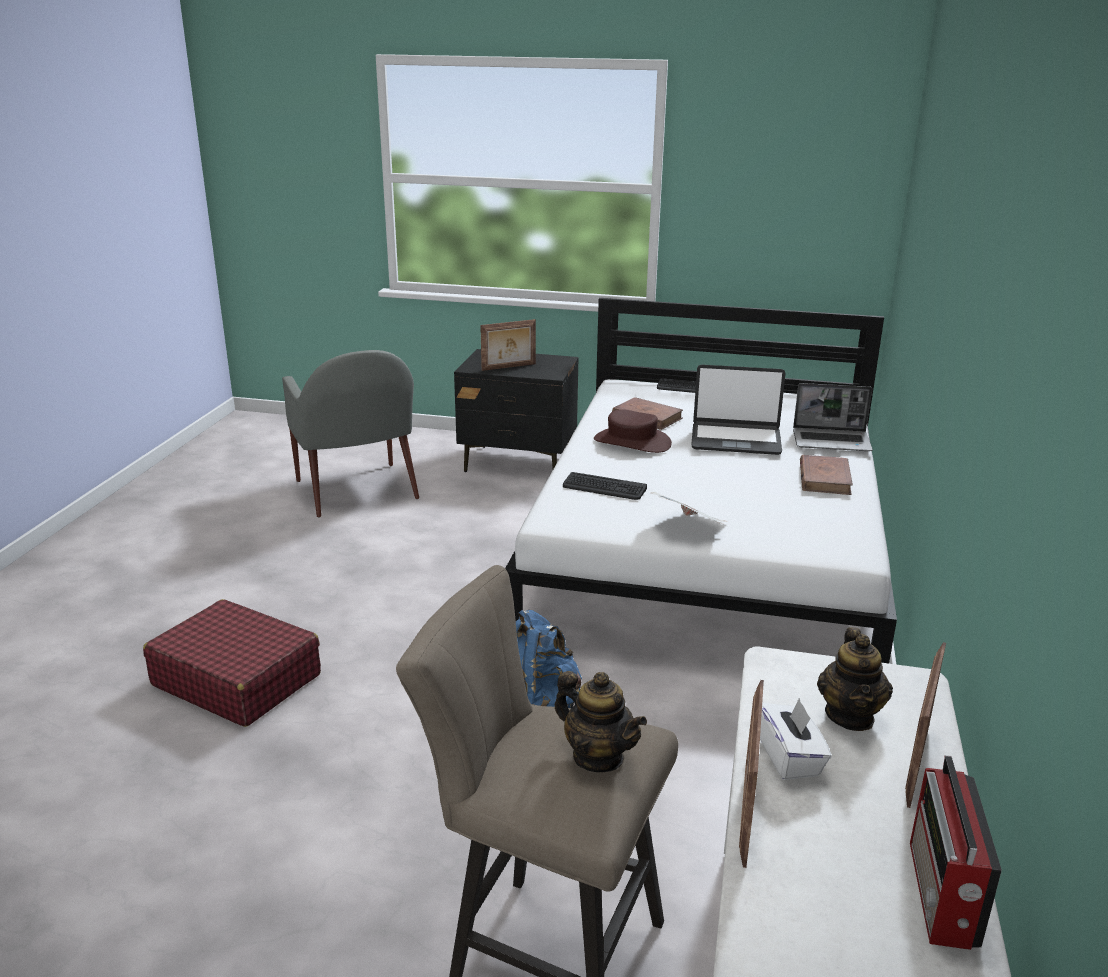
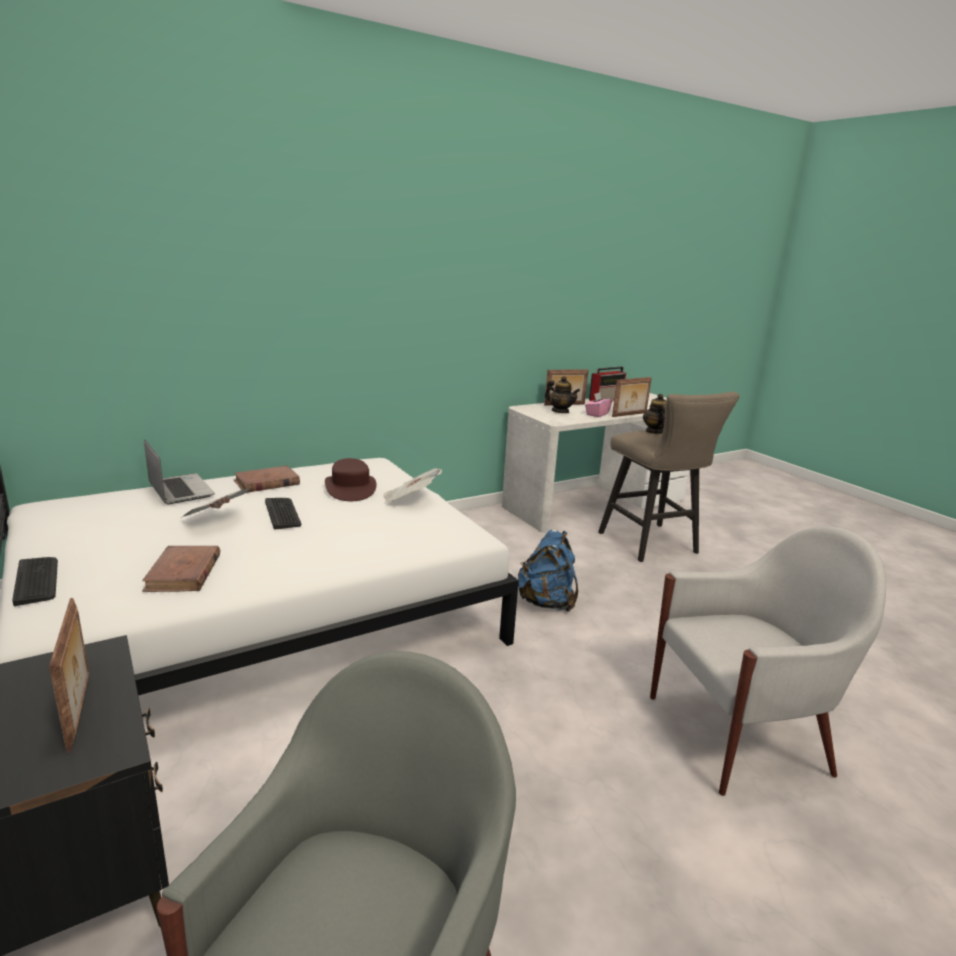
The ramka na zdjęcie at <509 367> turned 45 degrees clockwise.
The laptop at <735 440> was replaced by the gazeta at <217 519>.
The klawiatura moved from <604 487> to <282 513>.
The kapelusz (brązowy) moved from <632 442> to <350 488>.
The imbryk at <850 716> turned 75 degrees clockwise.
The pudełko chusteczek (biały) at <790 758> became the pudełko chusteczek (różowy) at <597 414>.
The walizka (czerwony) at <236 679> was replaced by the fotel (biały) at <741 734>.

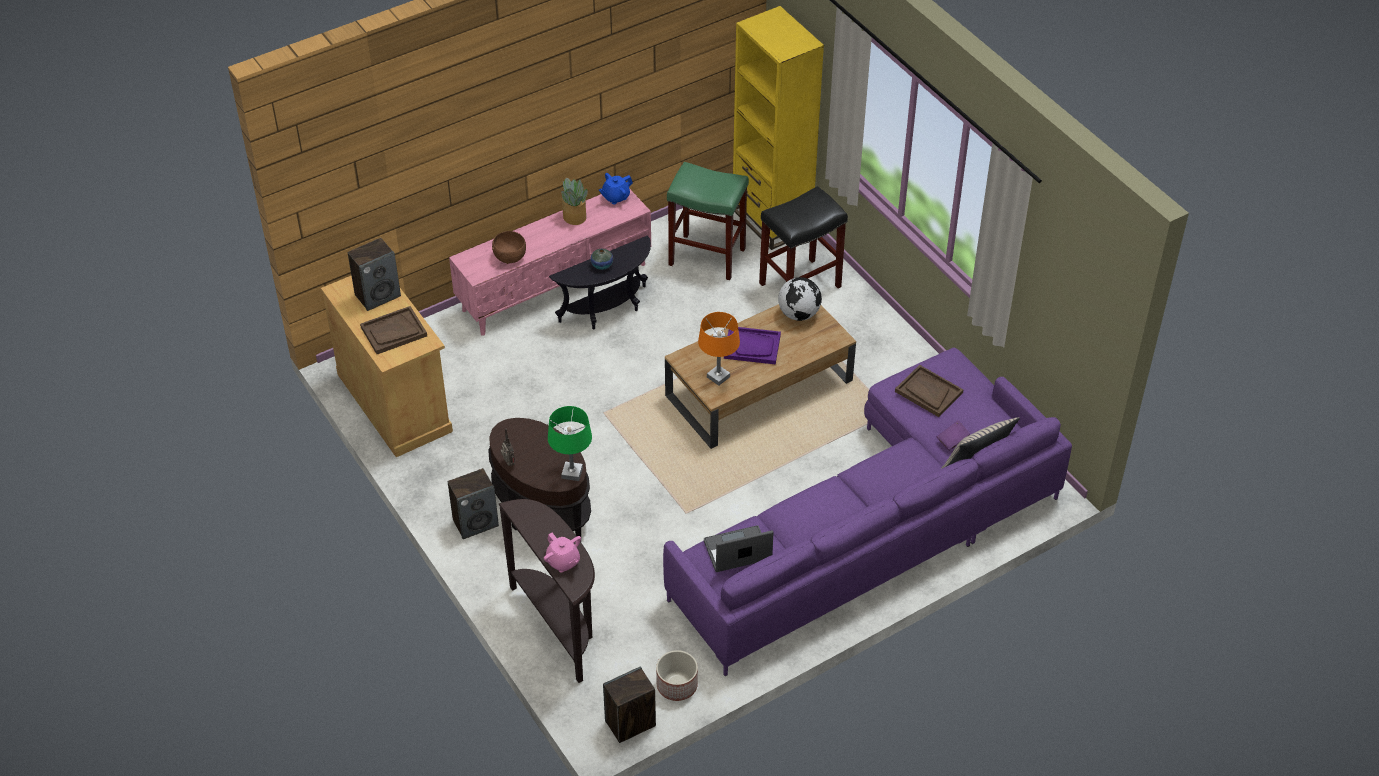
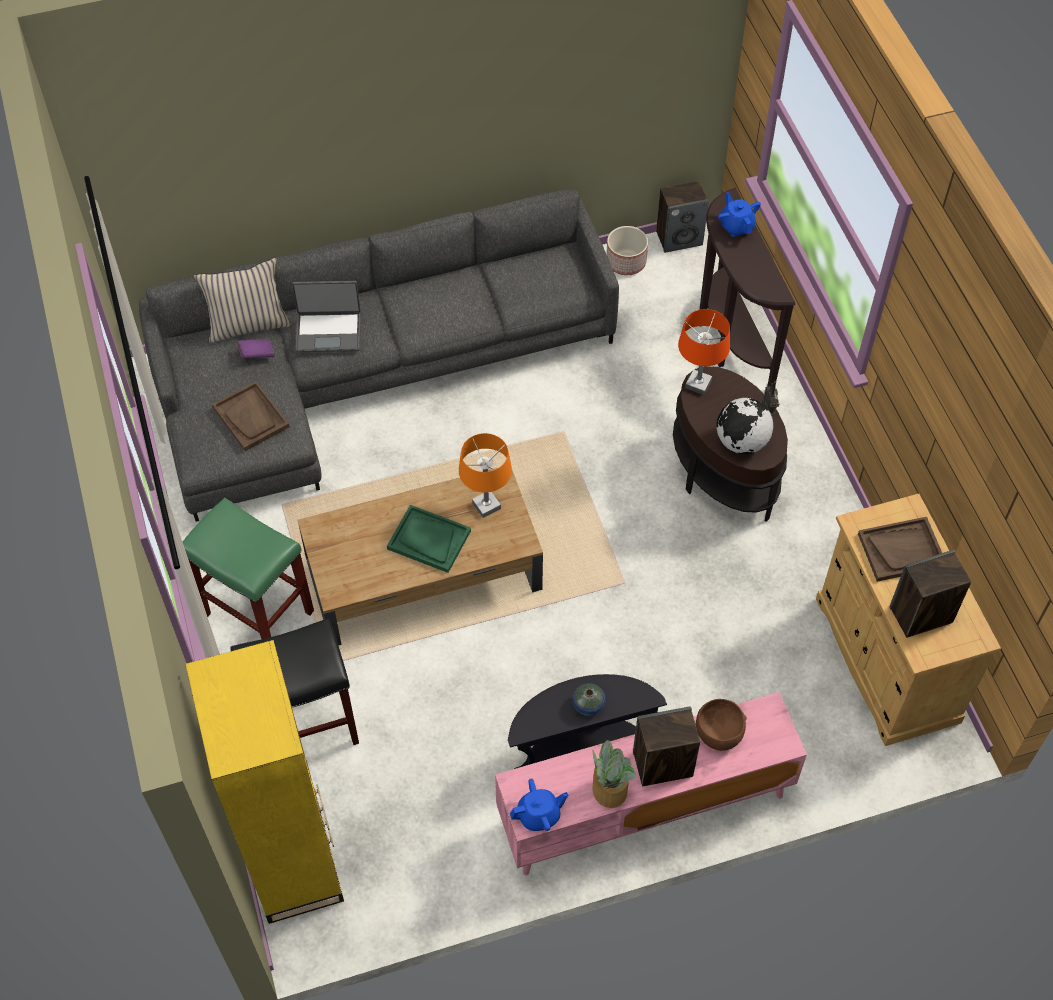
The kanapa (fioletowy) at <875 526> became the kanapa (szary) at <366 373>.
The stołek (zielony) moved from <706 257> to <259 613>.
The laptop moved from <737 552> to <328 332>.
The taca (fioletowy) at <752 346> became the taca (zielony) at <428 540>.
The głośnik moved from <475 522> to <662 765>.
The lampa stołowa (zielony) at <572 473> became the lampa stołowa (pomarańczowy) at <698 384>.
The globus moved from <799 314> to <741 442>.
The imbryk (różowy) at <563 562> became the imbryk (niebieski) at <736 226>.

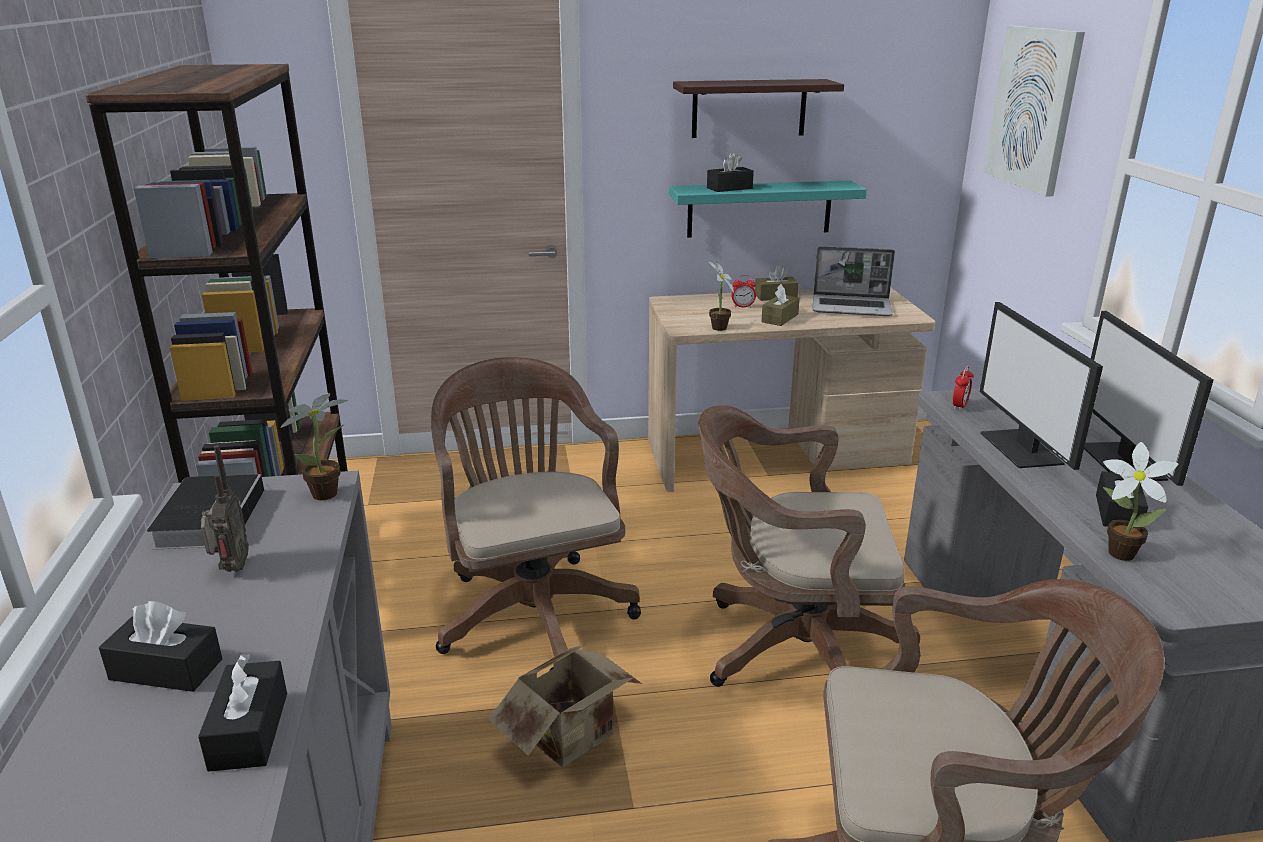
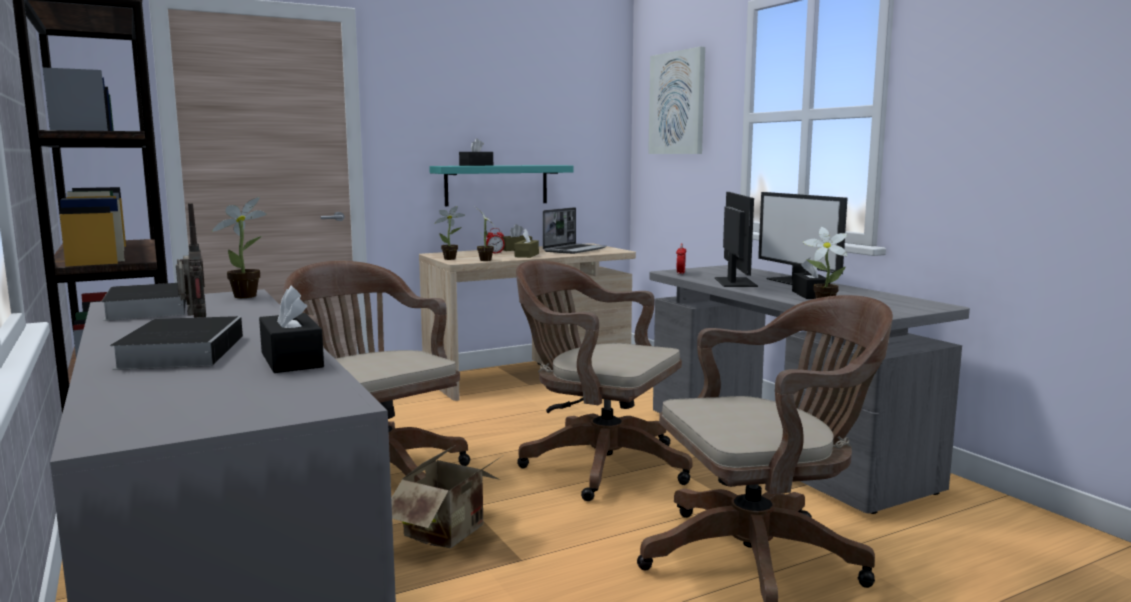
The pudełko chusteczek (czarny) at <166 669> was replaced by the książka at <182 351>.
The roślina doniczkowa at <452 259> appeared.
The krzesło biurowe (brązowy) at <792 650> turned 45 degrees clockwise.
The laptop at <852 307> turned 45 degrees counterclockwise.
The monitor at <1023 448> turned 150 degrees counterclockwise.
The półka at <749 108> disappeared.

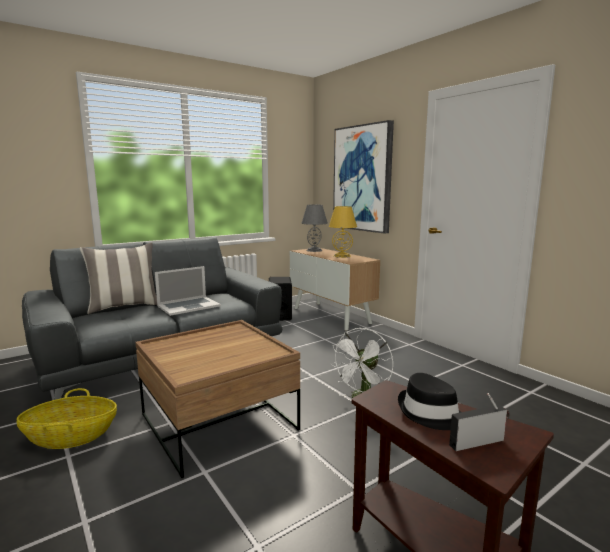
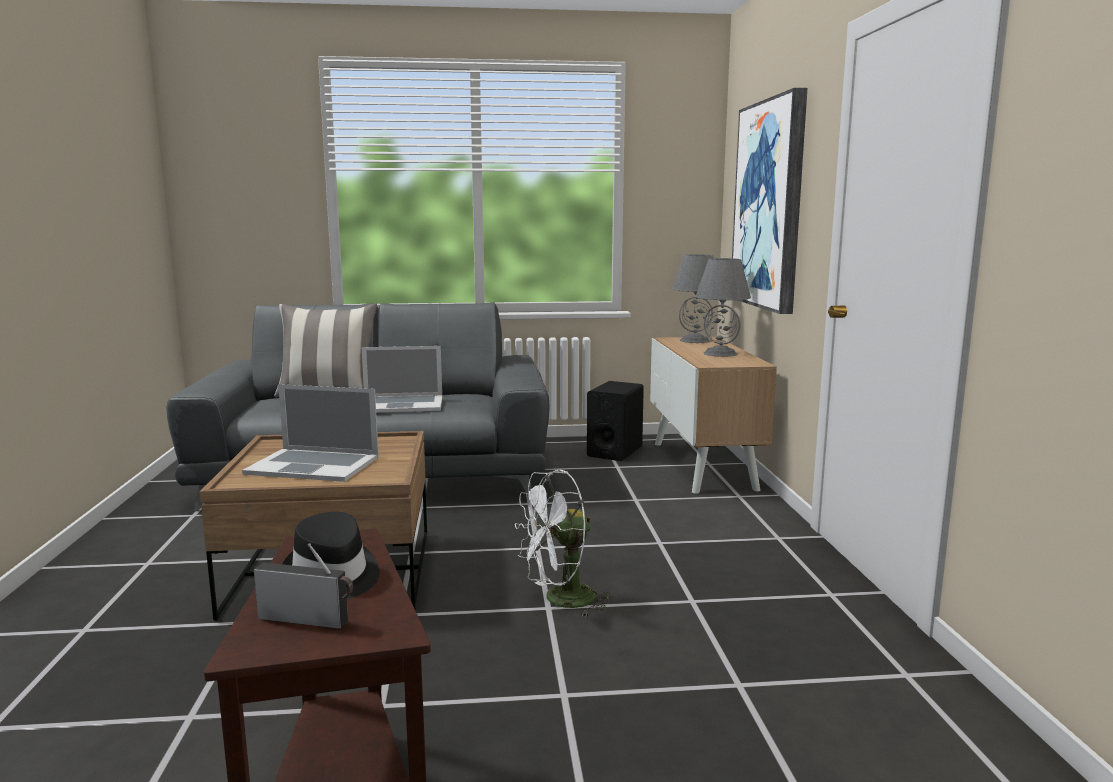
The laptop at <313 465> appeared.
The lampa stołowa (żółty) at <342 256> became the lampa stołowa (szary) at <720 353>.
The koszyk at <71 437> disappeared.

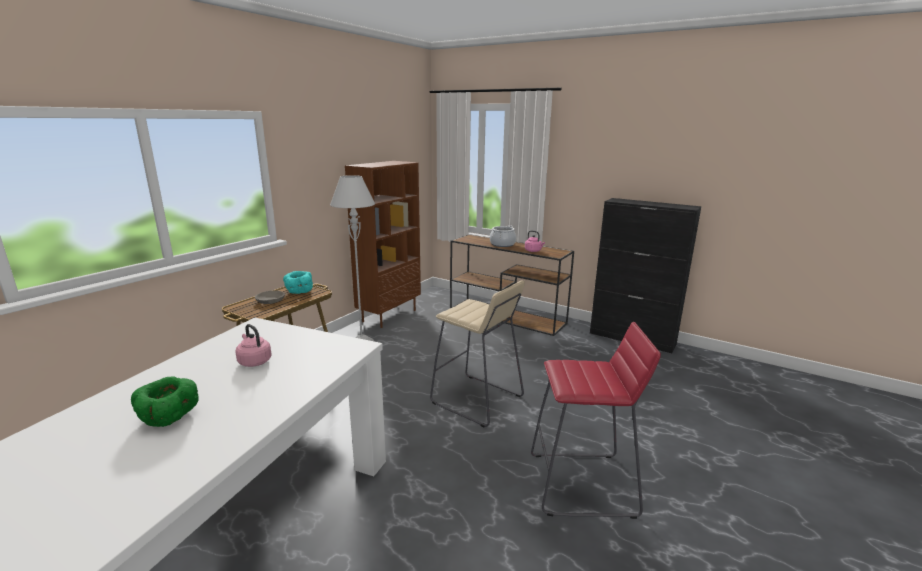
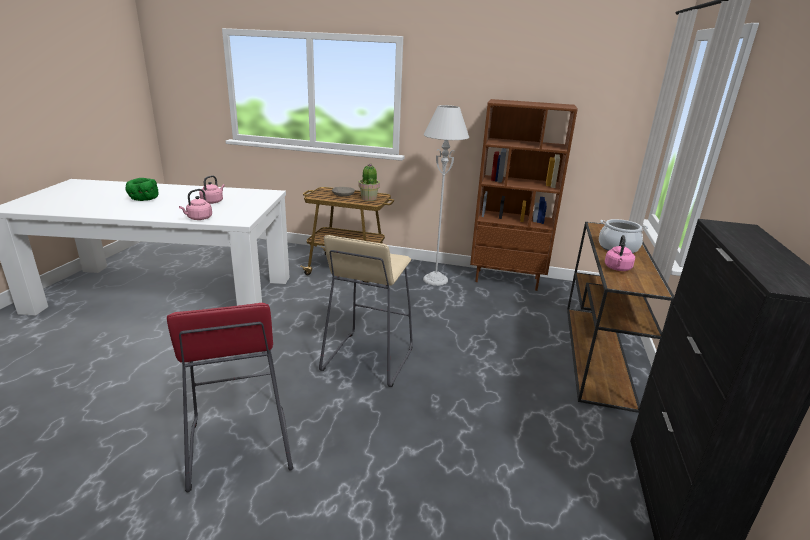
The czajnik (różowy) at <198 218> appeared.
The miska (turkusowy) at <299 292> was replaced by the roślina doniczkowa at <369 198>.

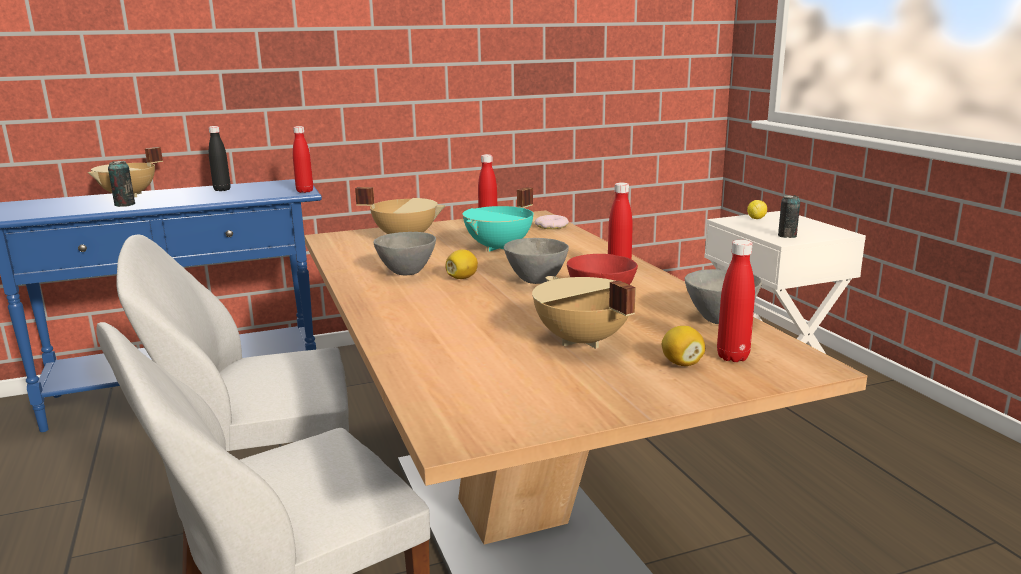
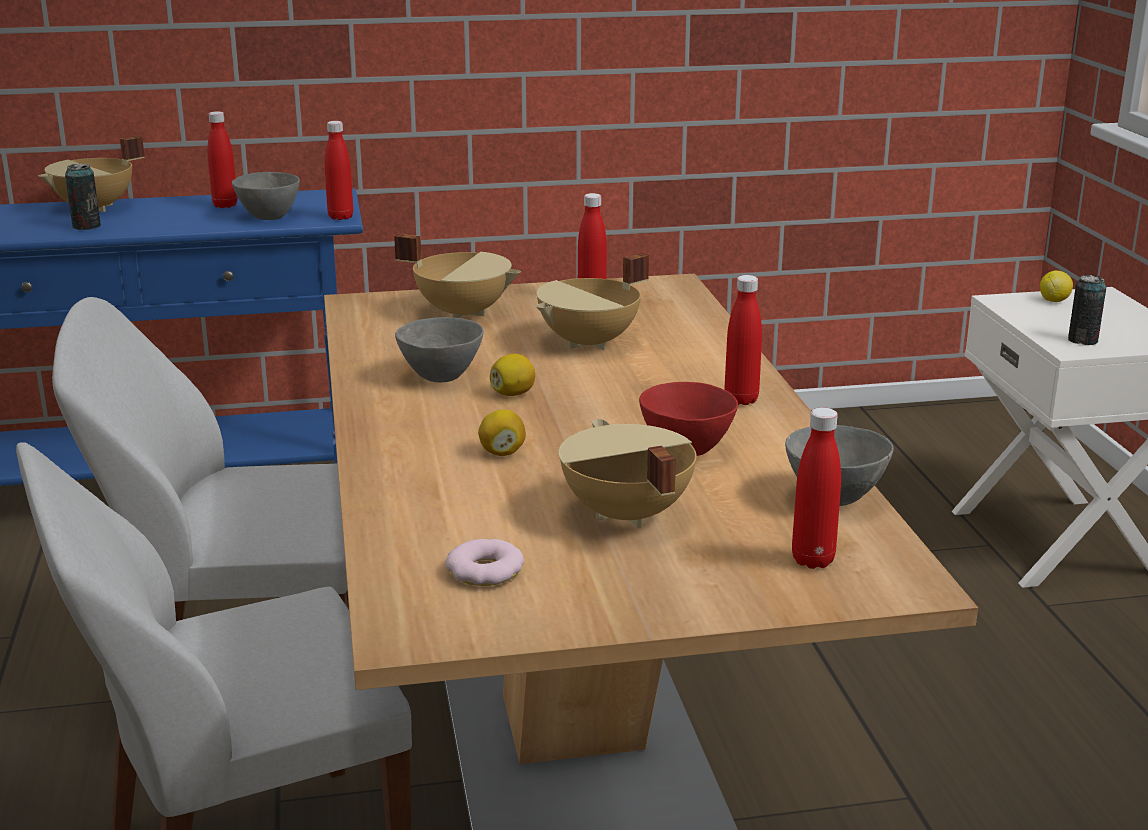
The butelka (czarny) at <222 190> became the butelka (czerwony) at <225 205>.
The miska (szary) moved from <535 280> to <268 217>.
The donut moved from <551 226> to <485 571>.
The cytryna moved from <681 363> to <502 452>.
The garnek (turkusowy) at <500 248> became the garnek (beżowy) at <590 343>.

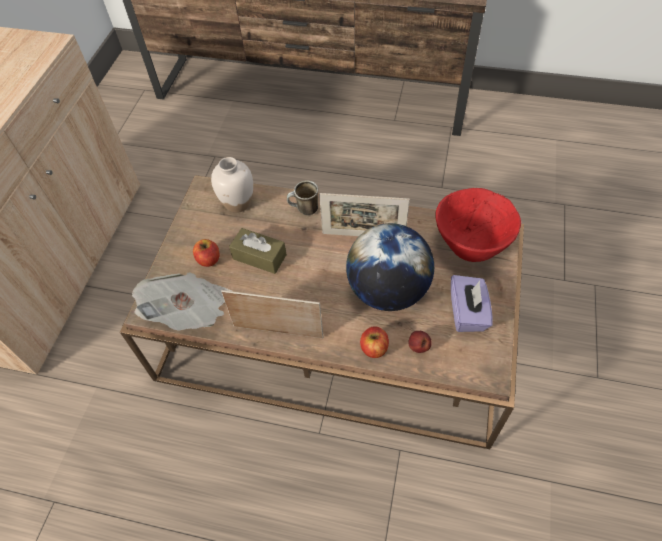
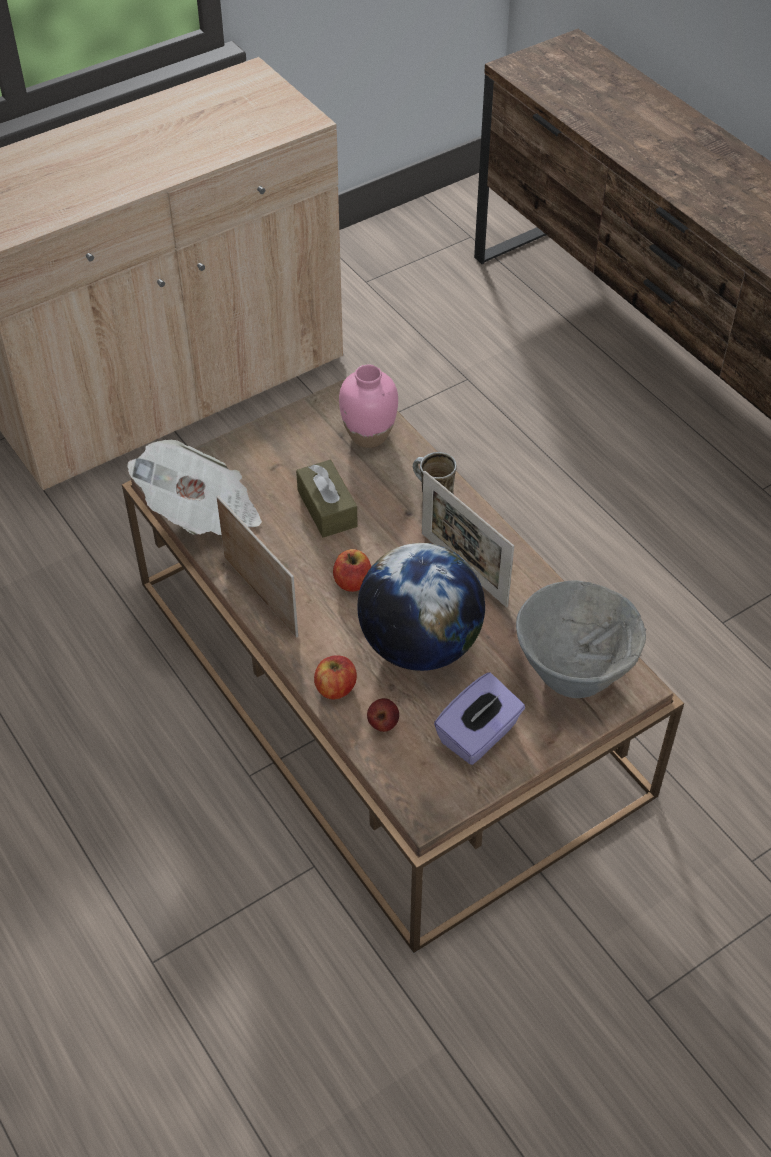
The jabłko moved from <209 259> to <352 582>.
The wazon (biały) at <237 203> became the wazon (różowy) at <368 435>.
The miska (czerwony) at <470 246> became the miska (szary) at <573 672>.

